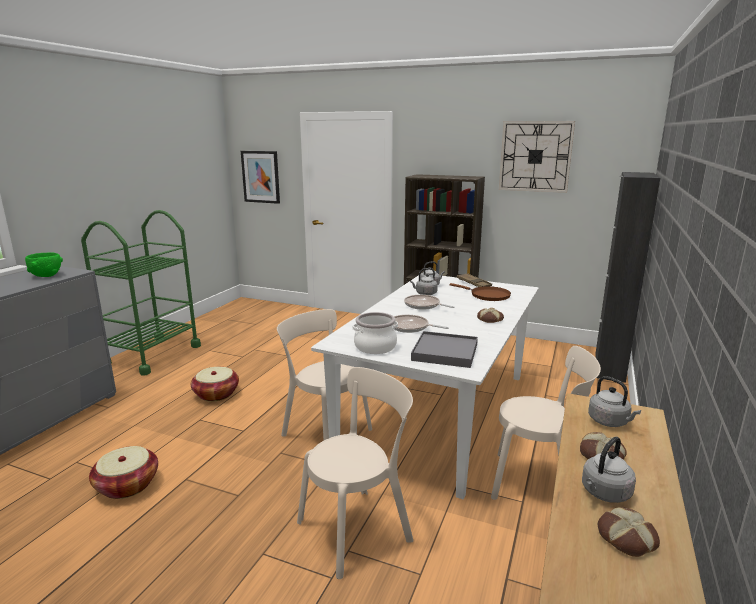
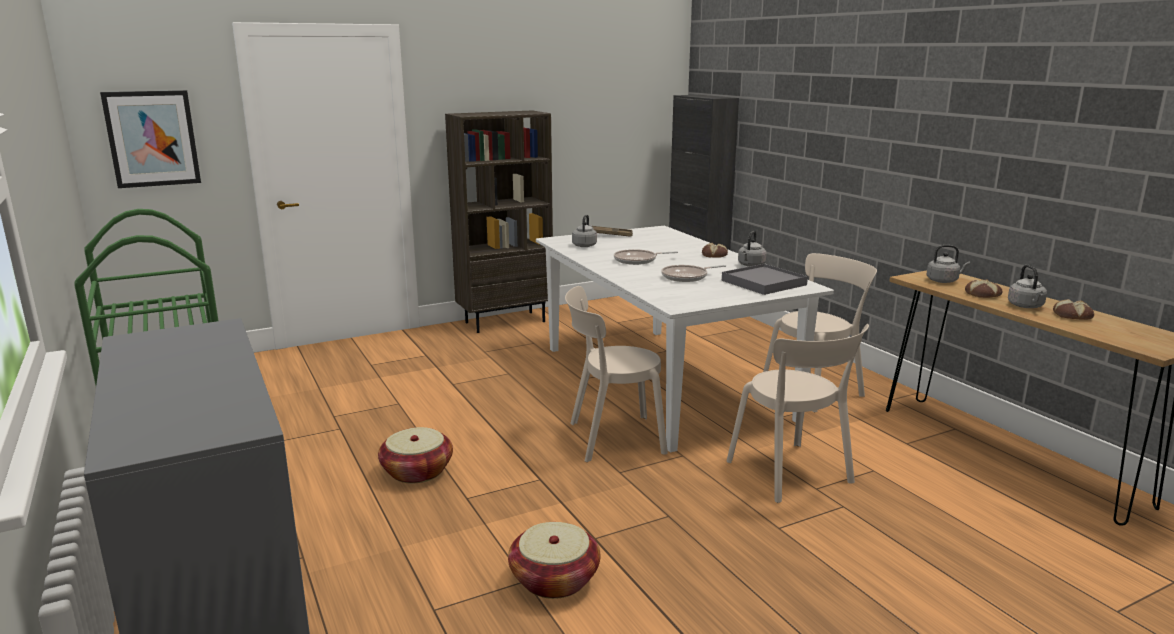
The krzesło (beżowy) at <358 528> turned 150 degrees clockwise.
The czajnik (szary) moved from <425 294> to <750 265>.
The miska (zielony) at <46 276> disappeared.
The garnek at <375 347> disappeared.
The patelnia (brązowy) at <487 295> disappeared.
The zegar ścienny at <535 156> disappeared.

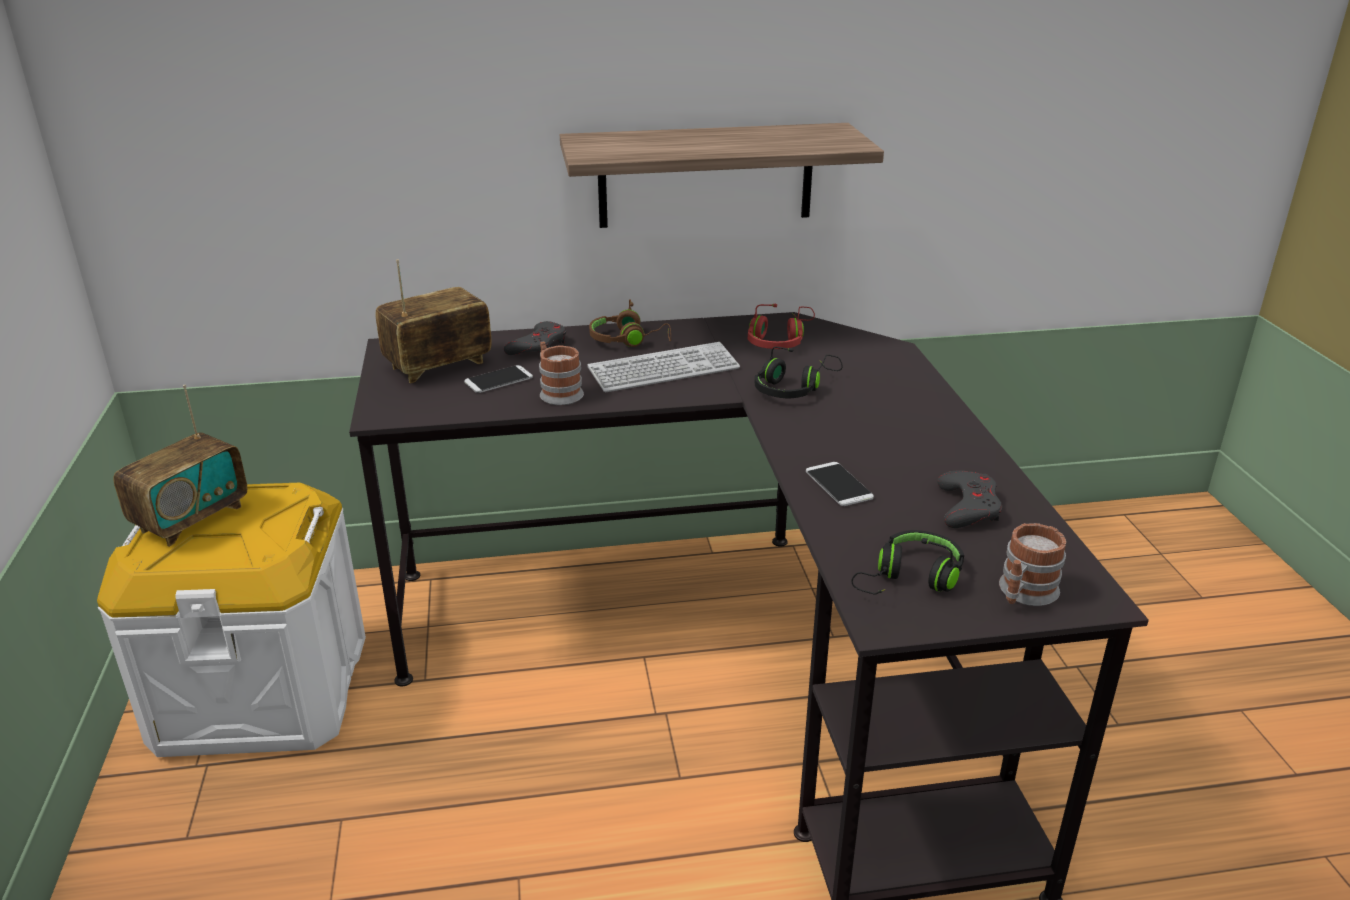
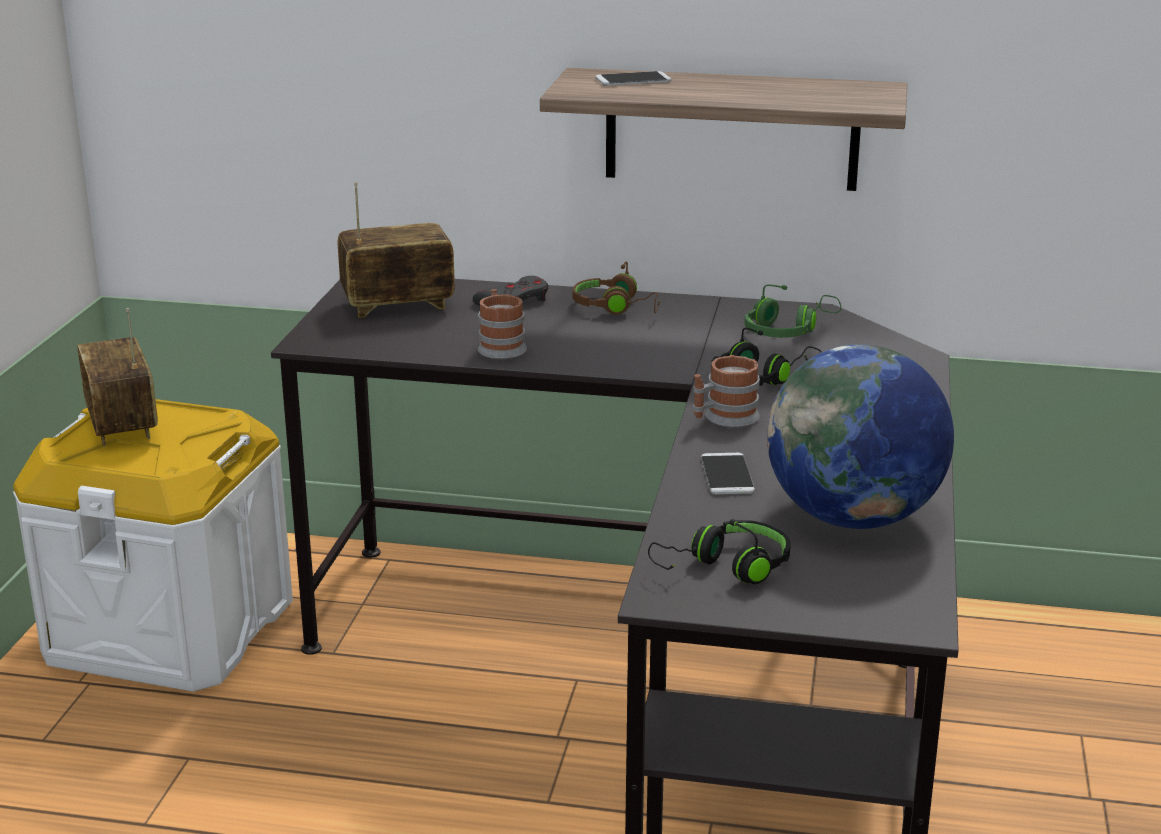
The radio at <191 519> turned 105 degrees clockwise.
The telefon moved from <498 380> to <633 80>.
The kubek moved from <1024 594> to <724 419>.
The słuchawki (czerwony) at <779 340> became the słuchawki (zielony) at <787 330>.
The pad do gier (szary) at <968 507> was replaced by the globus at <853 518>.
The klawiatura at <664 370> disappeared.

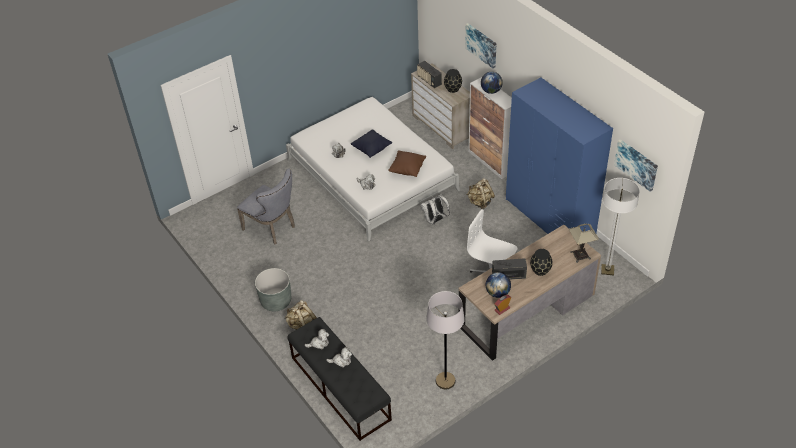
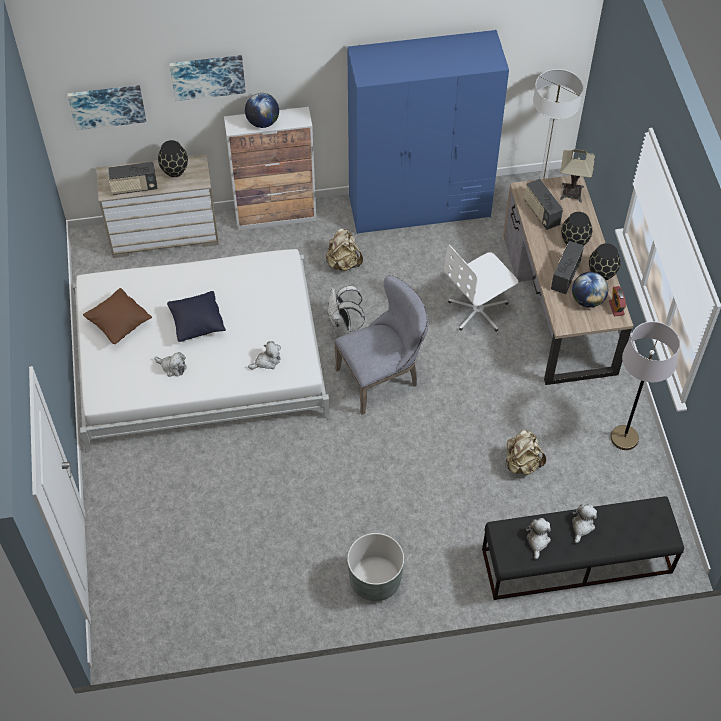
The obraz moved from <636 164> to <107 106>.
The poduszka (brązowy) moved from <407 170> to <119 324>.
The krzesło (szary) moved from <272 228> to <382 377>.
The plecak (beżowy) moved from <301 325> to <522 463>.
The radio at <541 213> appeared.
The wazon (czarny) at <602 273> appeared.

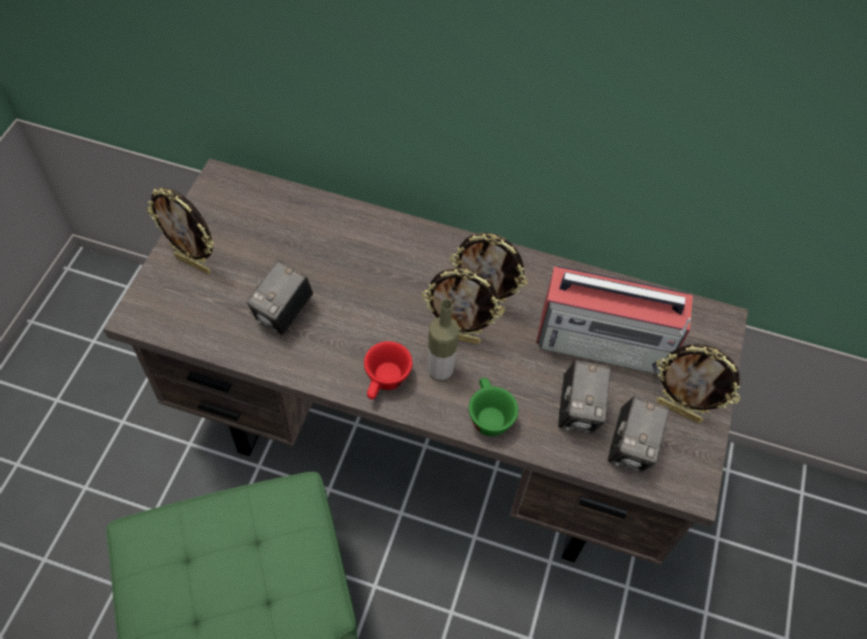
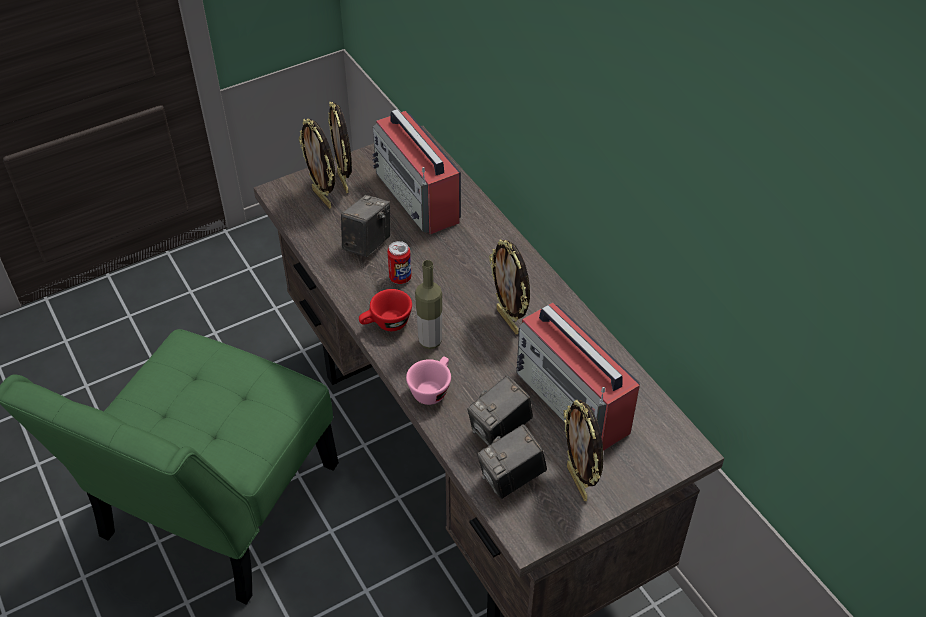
The ramka na zdjęcie moved from <458 337> to <323 198>.
The aparat fotograficzny at <284 313> turned 135 degrees clockwise.
The radio at <418 197> appeared.
The puszka at <400 277> appeared.
The filiżanka (zielony) at <488 415> became the filiżanka (różowy) at <432 389>.

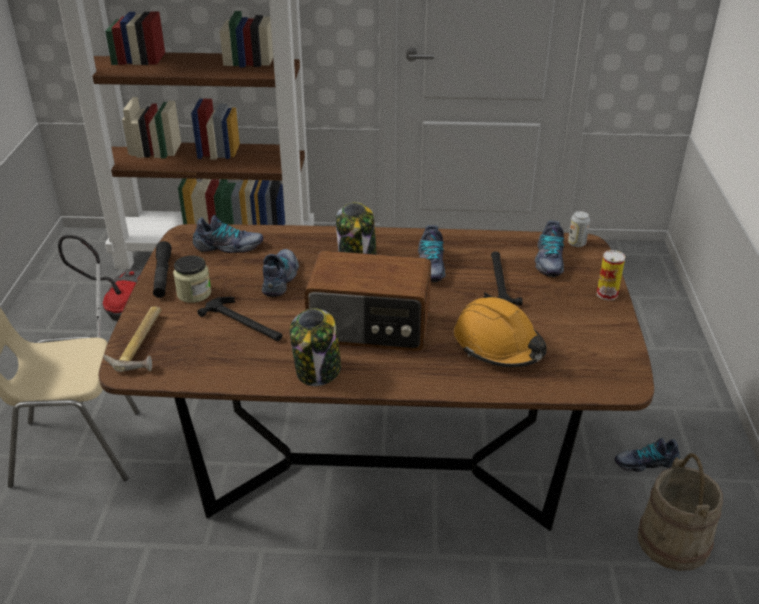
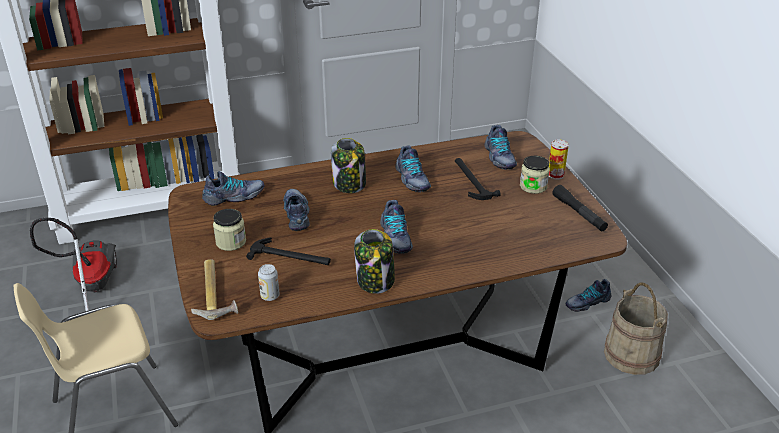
The puszka moved from <576 243> to <270 296>.
The radio at <370 327> was replaced by the but at <395 237>.
The słoik at <533 186> appeared.
The latarka (czarny) moved from <162 275> to <579 213>.
The kask (pomarańczowy) at <498 345> disappeared.

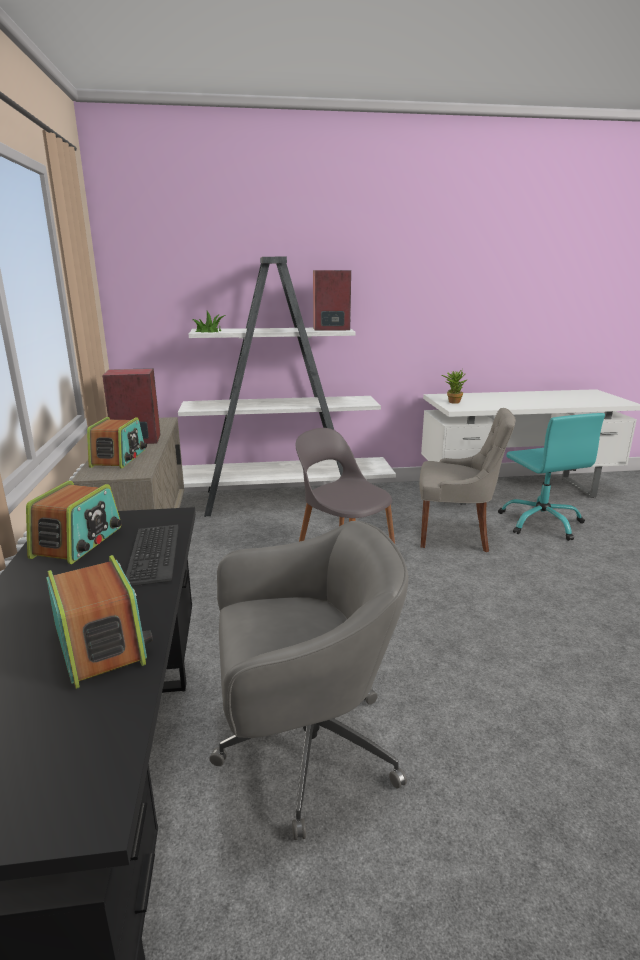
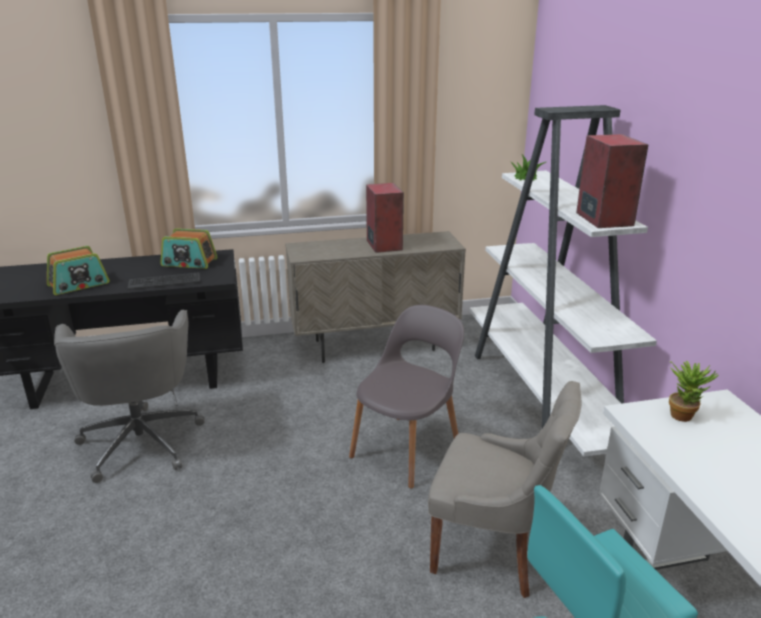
The krzesło (szary) at <456 535> turned 75 degrees counterclockwise.
The radio at <119 458> disappeared.

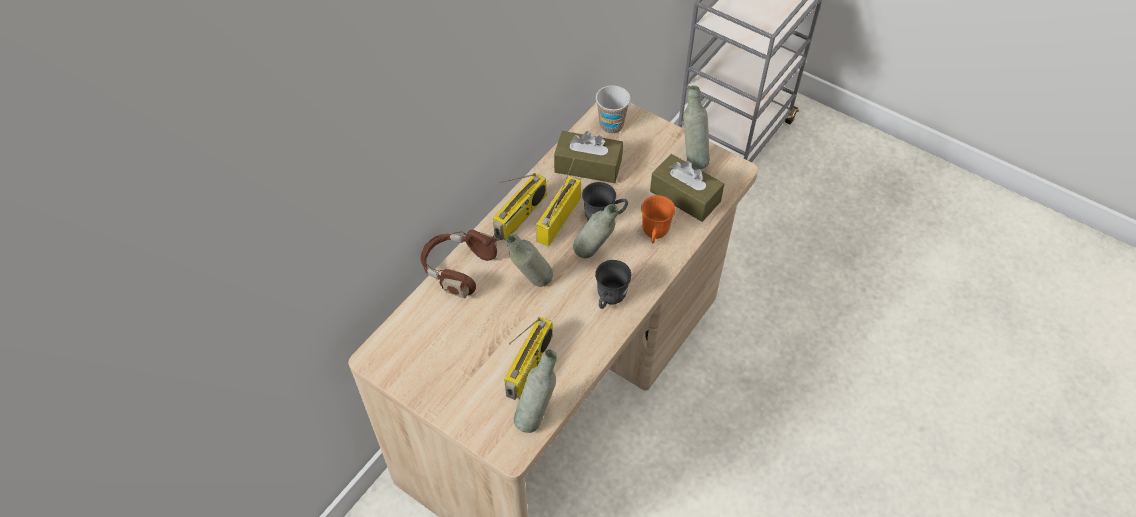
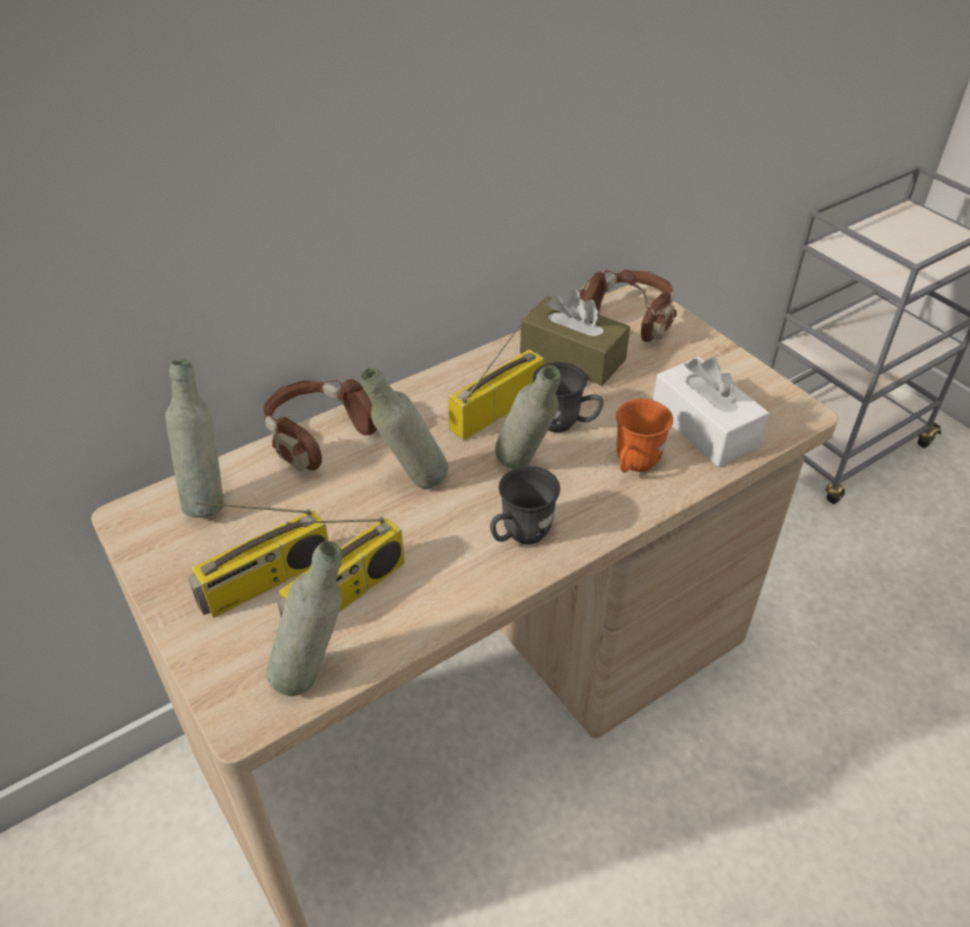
The butelka (szary) moved from <692 158> to <208 498>.
The radio moved from <520 216> to <266 582>.
The filiżanka at <611 125> was replaced by the słuchawki (brązowy) at <629 318>.
The pudełko chusteczek (brązowy) at <685 196> became the pudełko chusteczek (biały) at <704 427>.

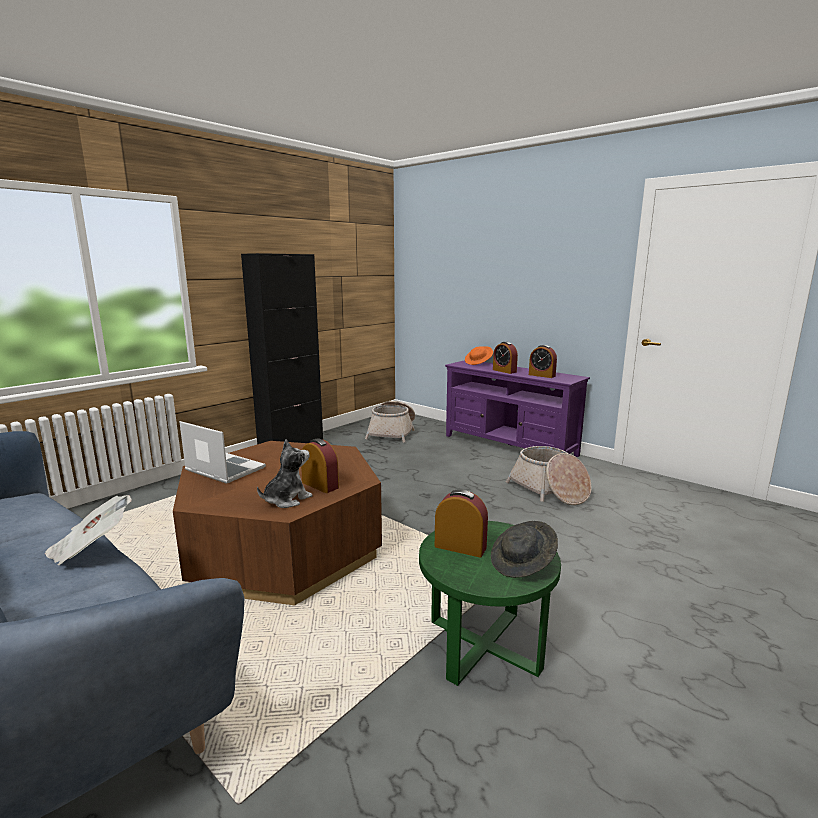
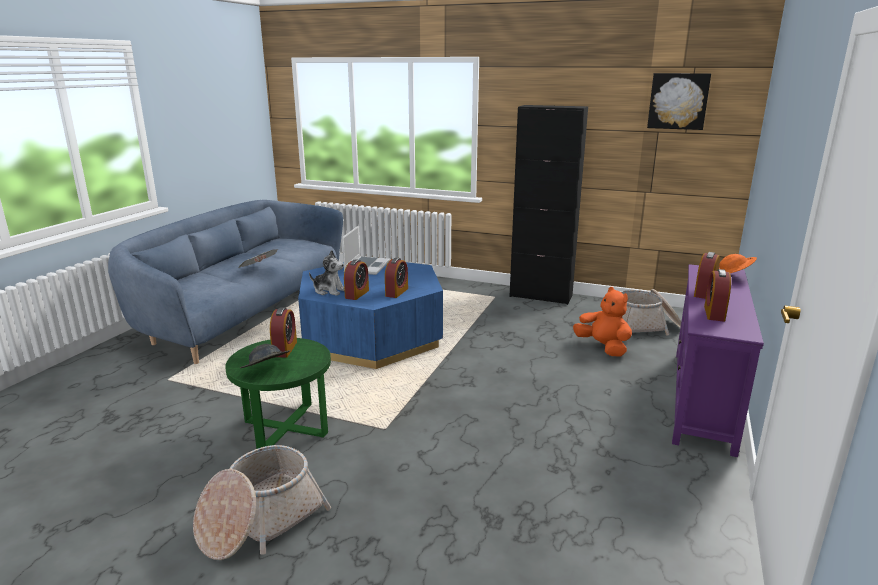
The koszyk moved from <549 490> to <260 520>.
The ława (brązowy) at <283 548> became the ława (niebieski) at <372 336>.
The budzik at <396 292> appeared.
The pluszak (pomarańczowy) at <603 347> appeared.
The obraz at <678 101> appeared.

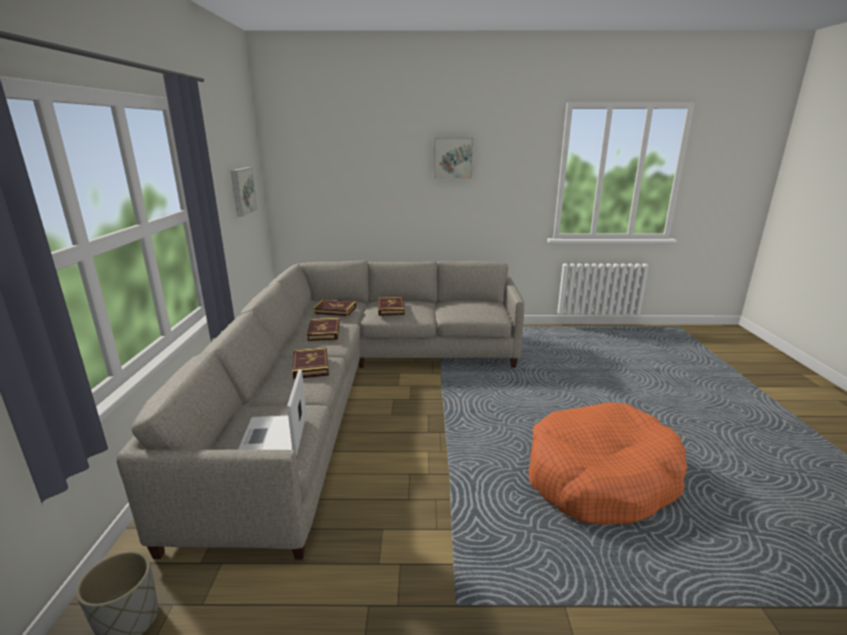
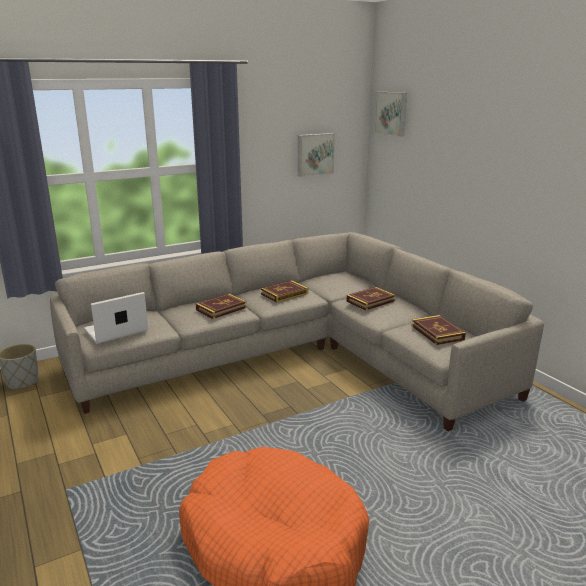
The obraz moved from <452 158> to <392 113>.
The książka moved from <335 310> to <437 332>.

